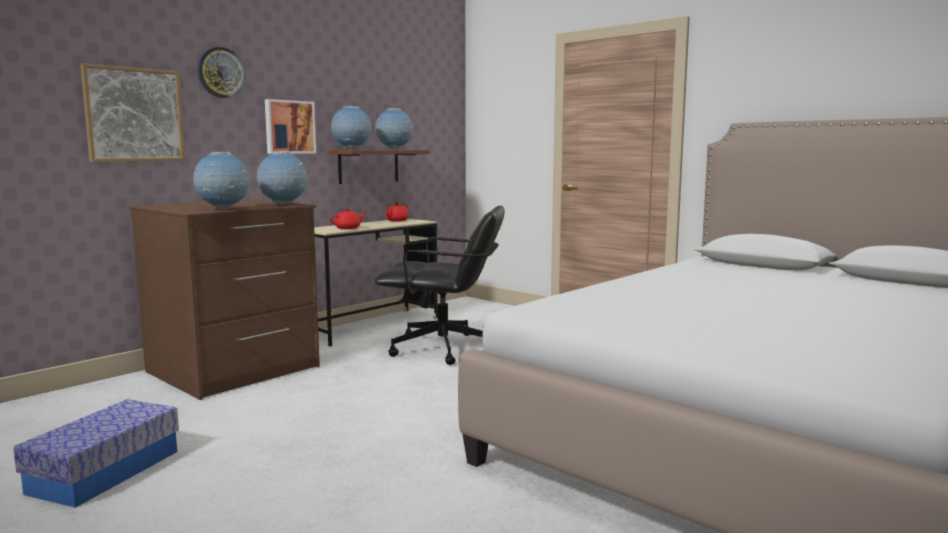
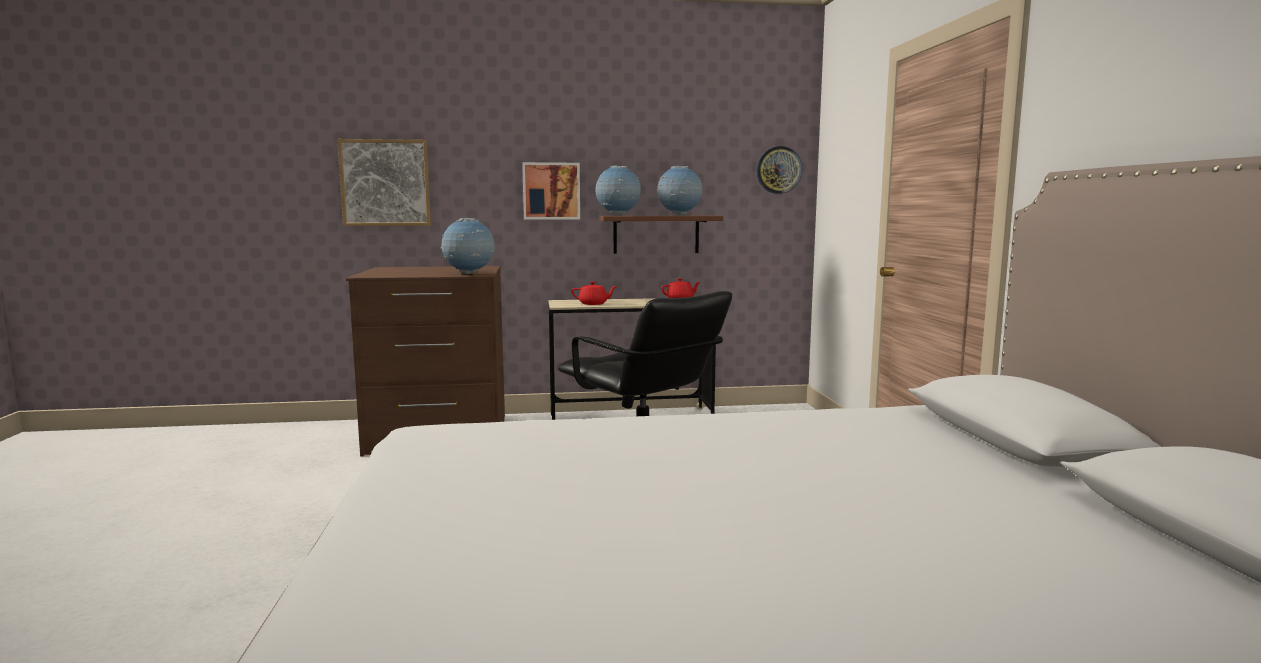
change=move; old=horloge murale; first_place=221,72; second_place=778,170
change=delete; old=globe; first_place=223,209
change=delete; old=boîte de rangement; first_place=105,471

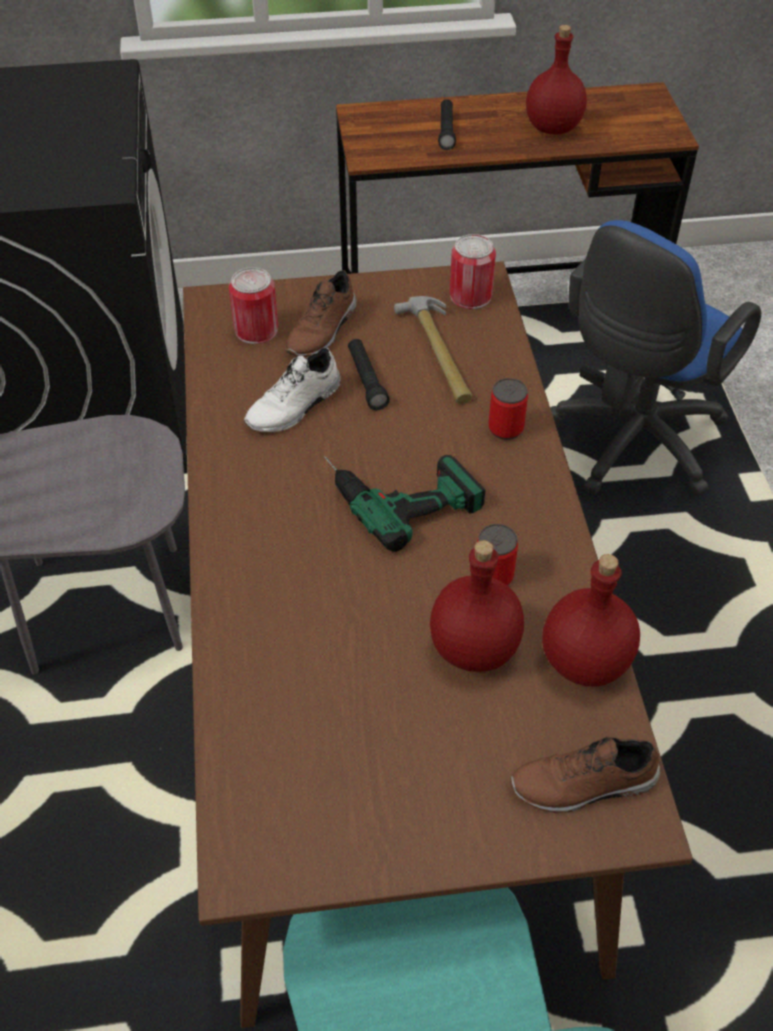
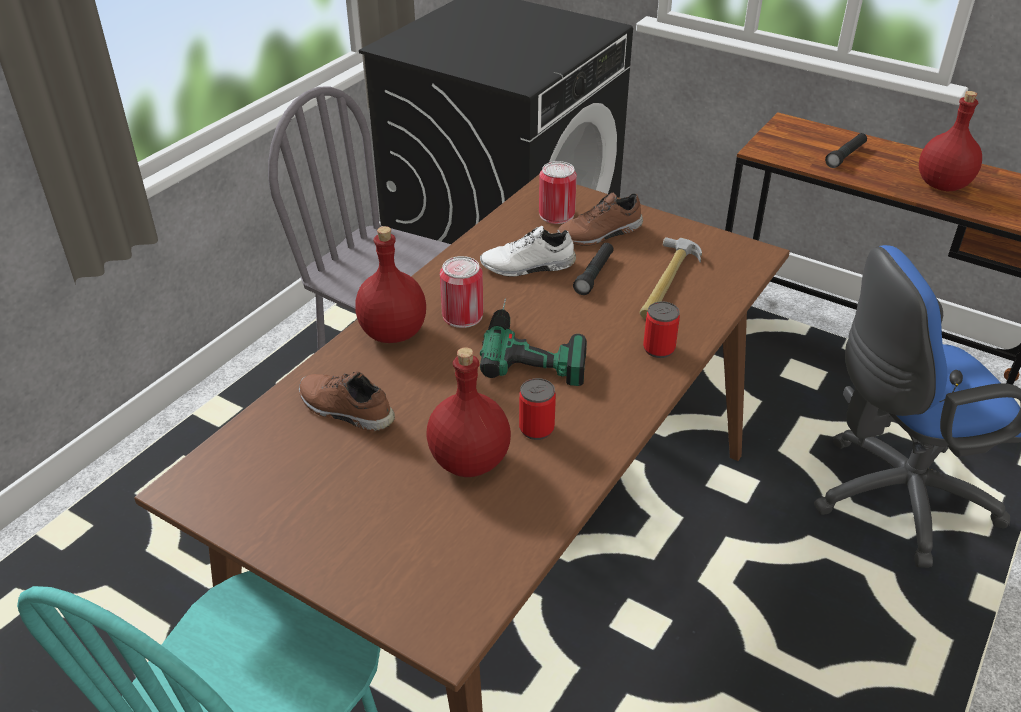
change=move; old=boîte métallique; first_place=470,296; second_place=462,315
change=move; old=bouteille/rouge; first_place=586,661; second_place=394,333
change=move; old=chaussure/marron; first_place=583,786; second_place=344,410

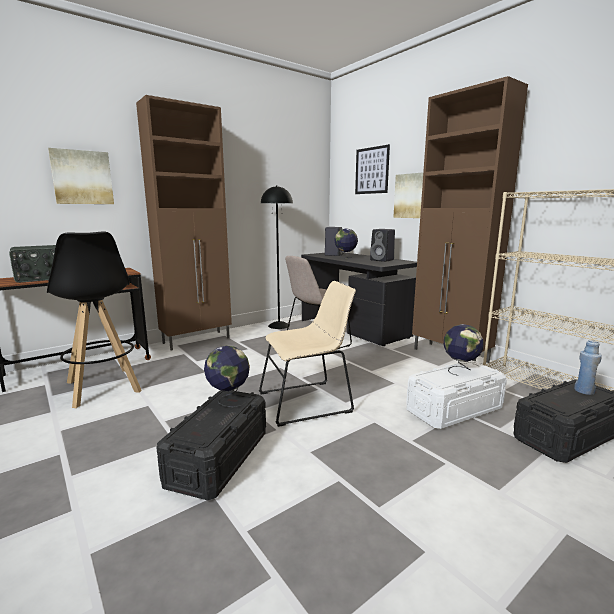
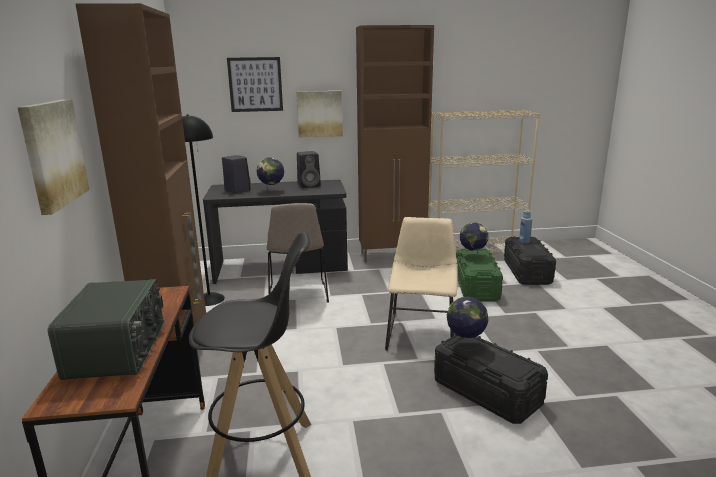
change=recolor; old=boîte de rangement/blanc; new=boîte de rangement/vert; first_place=454,409; second_place=476,287

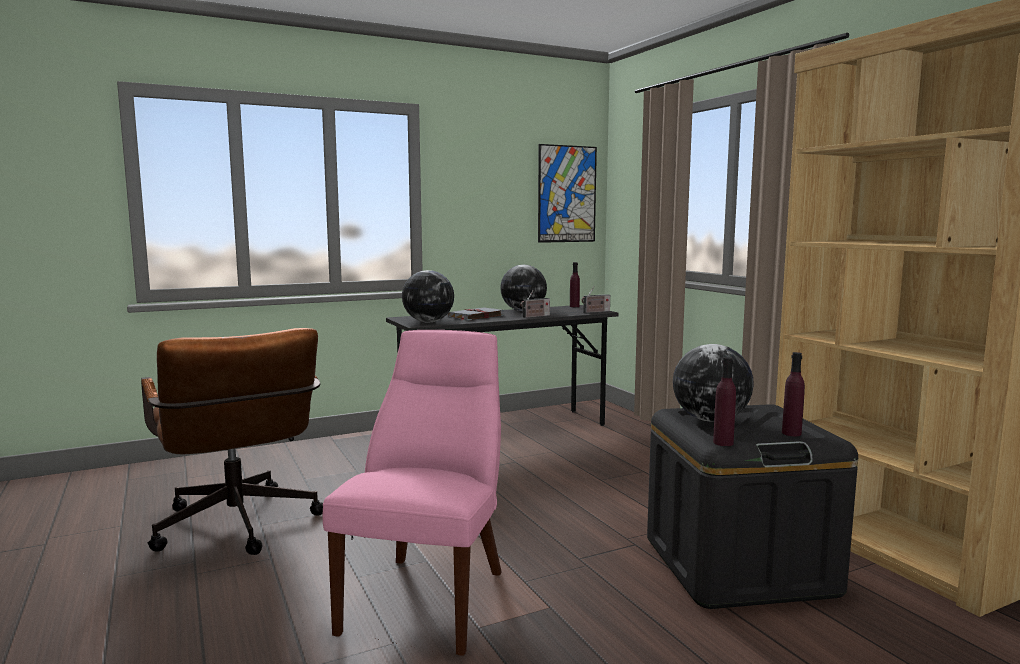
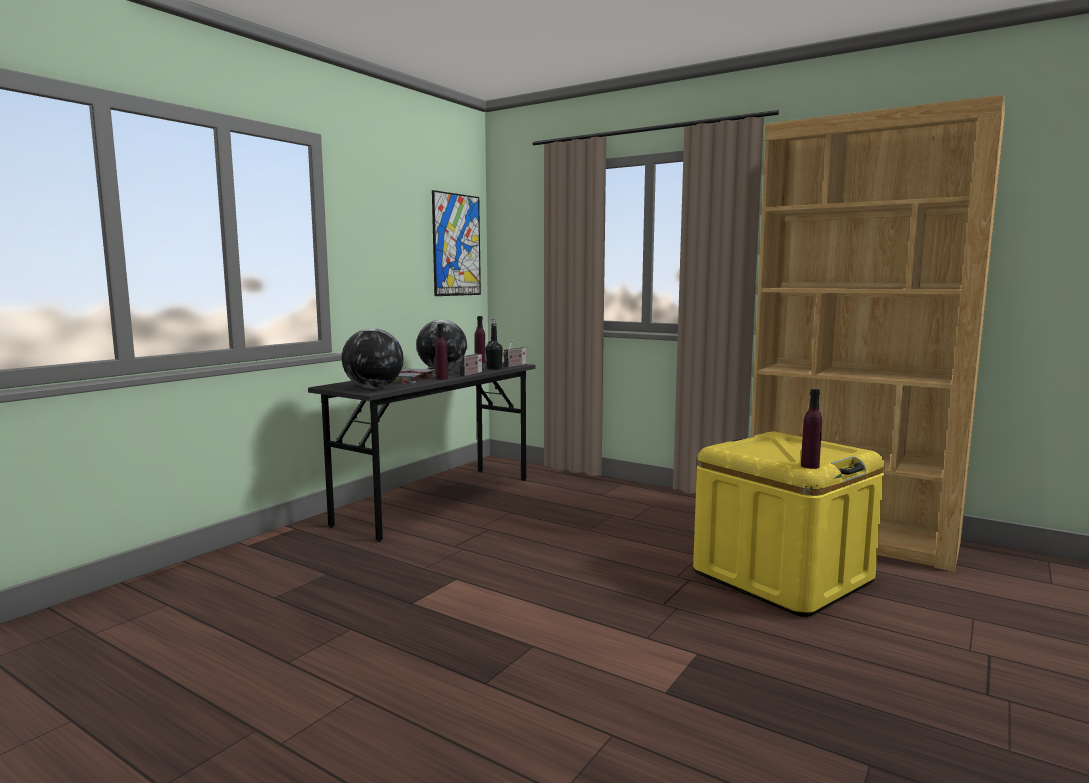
change=delete; old=chaise de bureau/marron; first_place=239,529
change=delete; old=chaise/rose; first_place=429,596
change=delete; old=globe; first_place=710,420
change=move; old=bouteille/violet; first_place=791,433; second_place=441,378
change=recolor; old=boîte de rangement/noir; new=boîte de rangement/jaune; first_place=738,566; second_place=782,576
change=insert; new=bouteille/noir; second_place=494,369

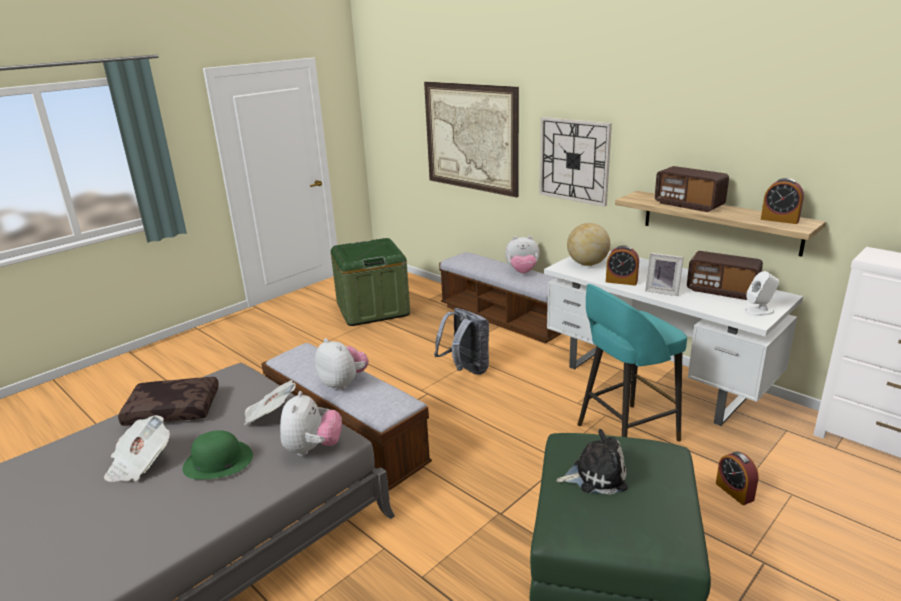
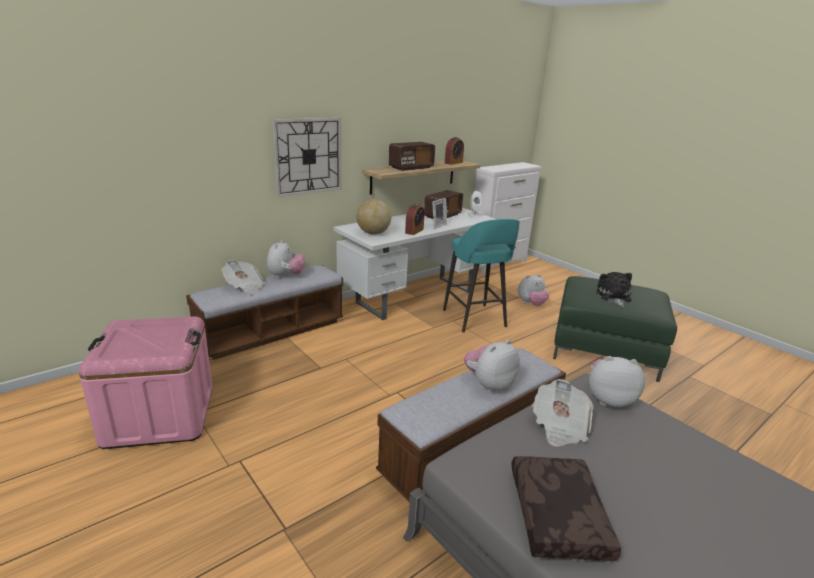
change=delete; old=tableau; first_place=470,137
change=recolor; old=boîte de rangement/vert; new=boîte de rangement/rose; first_place=373,309; second_place=160,415
change=delete; old=sac à dos/gris; first_place=466,370
change=move; old=journal; first_place=140,464; second_place=244,286
change=delete; old=chapeau/vert; first_place=217,461
change=replace; old=réveil; new=peluche; first_place=734,491; second_place=531,304

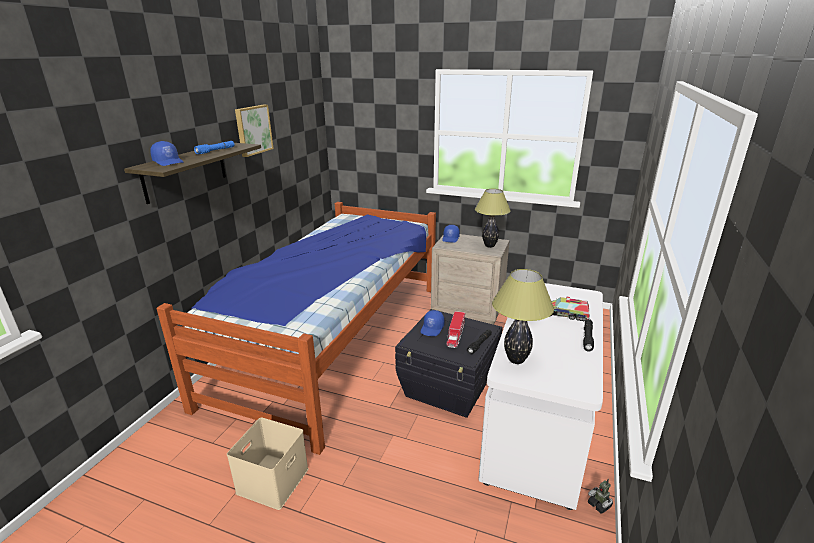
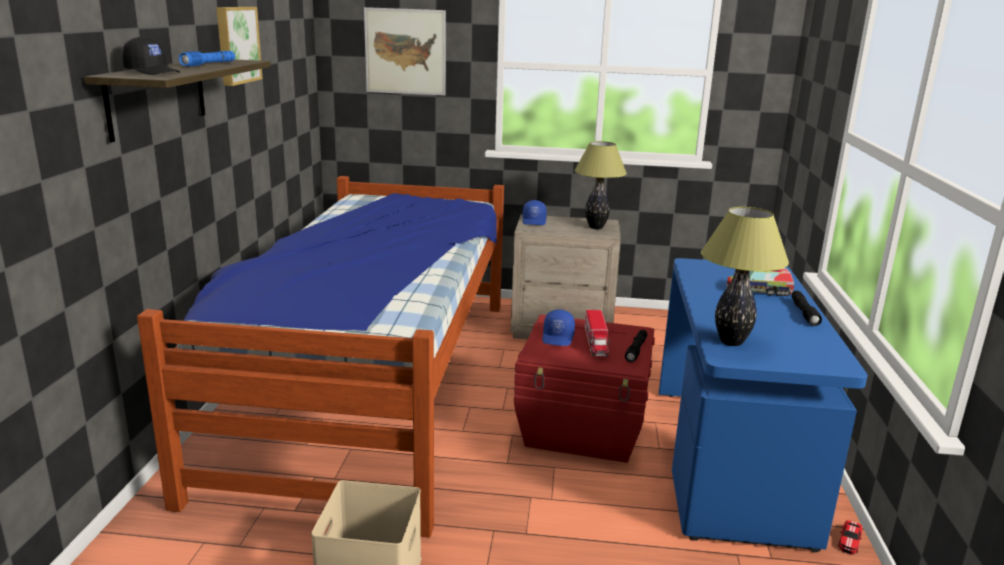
change=recolor; old=casquette/bleu; new=casquette/noir; first_place=169,162; second_place=153,72
change=recolor; old=bureau/blanc; new=bureau/bleu; first_place=539,427; second_place=730,462
change=recolor; old=boîte de rangement/noir; new=boîte de rangement/rouge; first_place=449,387; second_place=583,429
change=replace; old=robot jouet; new=petite voiture; first_place=599,505; second_place=850,541
change=insert; new=tableau; second_place=405,51

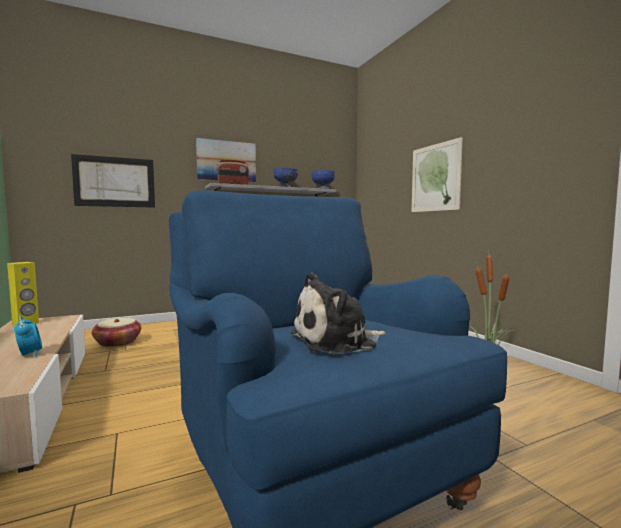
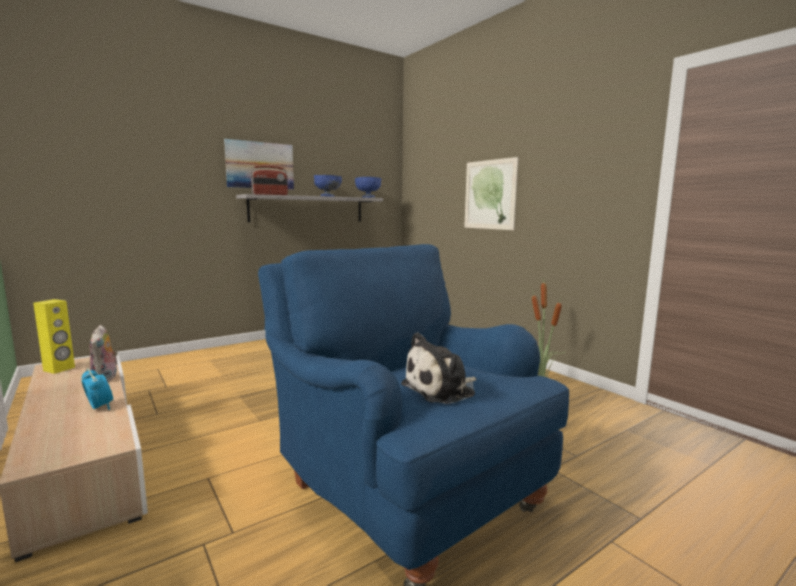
change=delete; old=tableau; first_place=115,182
change=delete; old=panier; first_place=117,343
change=insert; new=peluche; second_place=106,379

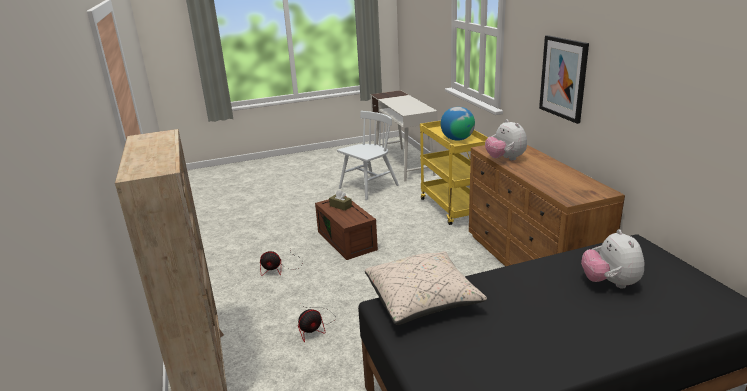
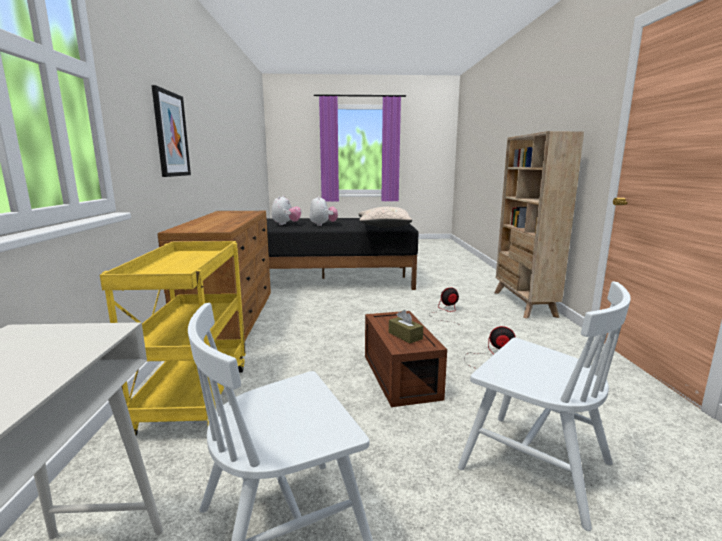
change=delete; old=globe; first_place=457,139
change=move; old=peluche; first_place=505,159; second_place=323,225
change=insert; new=chaise/blanc; second_place=534,465

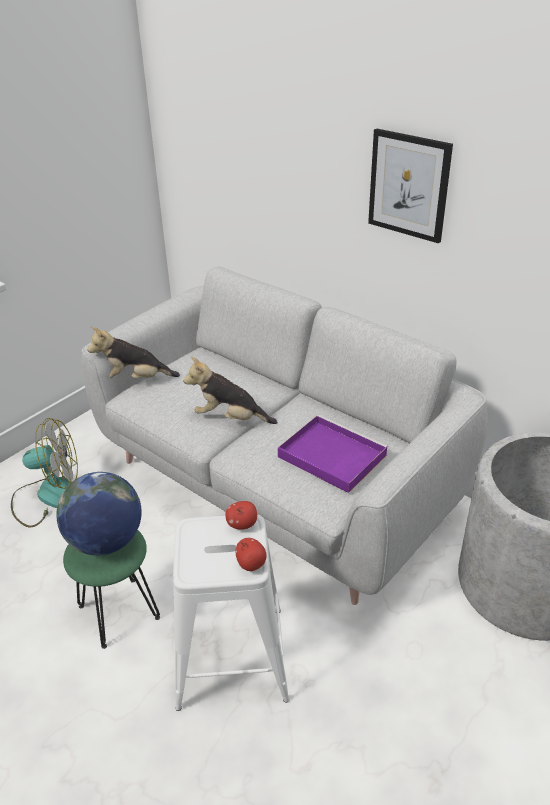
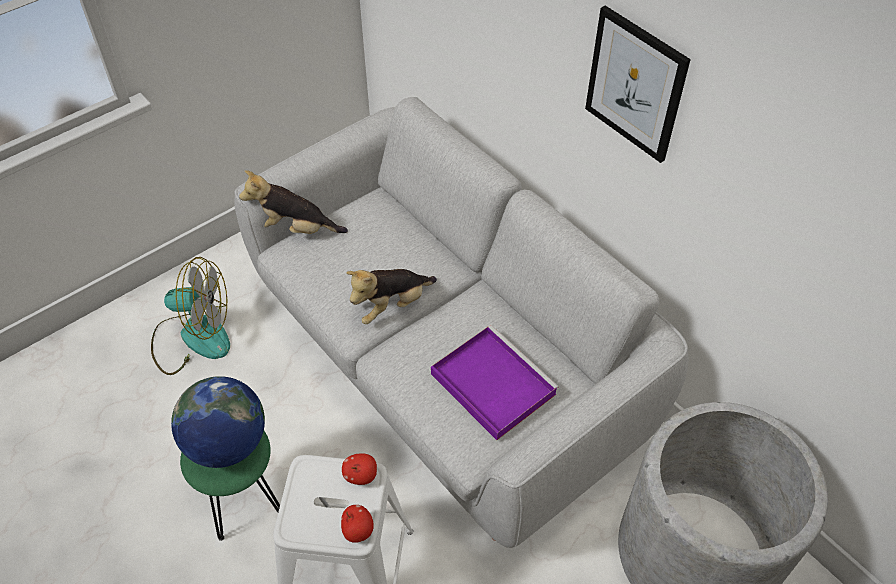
change=rotate; old=peluche; first_place=230,418; second_place=391,305; degrees=-60

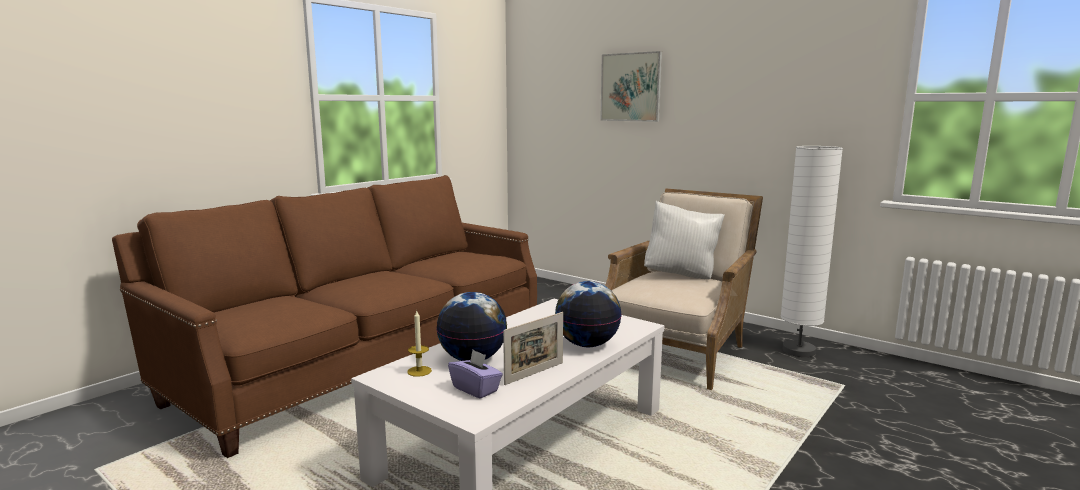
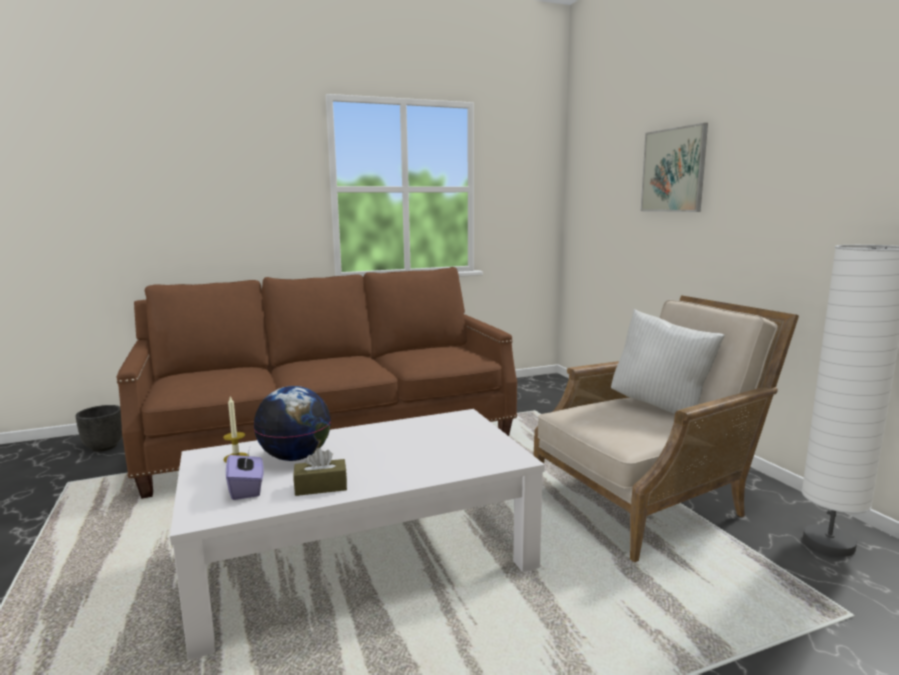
change=delete; old=globe; first_place=587,344
change=replace; old=cadre photo; new=boîte à mouchoirs/marron; first_place=534,373; second_place=321,487
change=insert; new=cache-pot/noir; second_place=104,447

